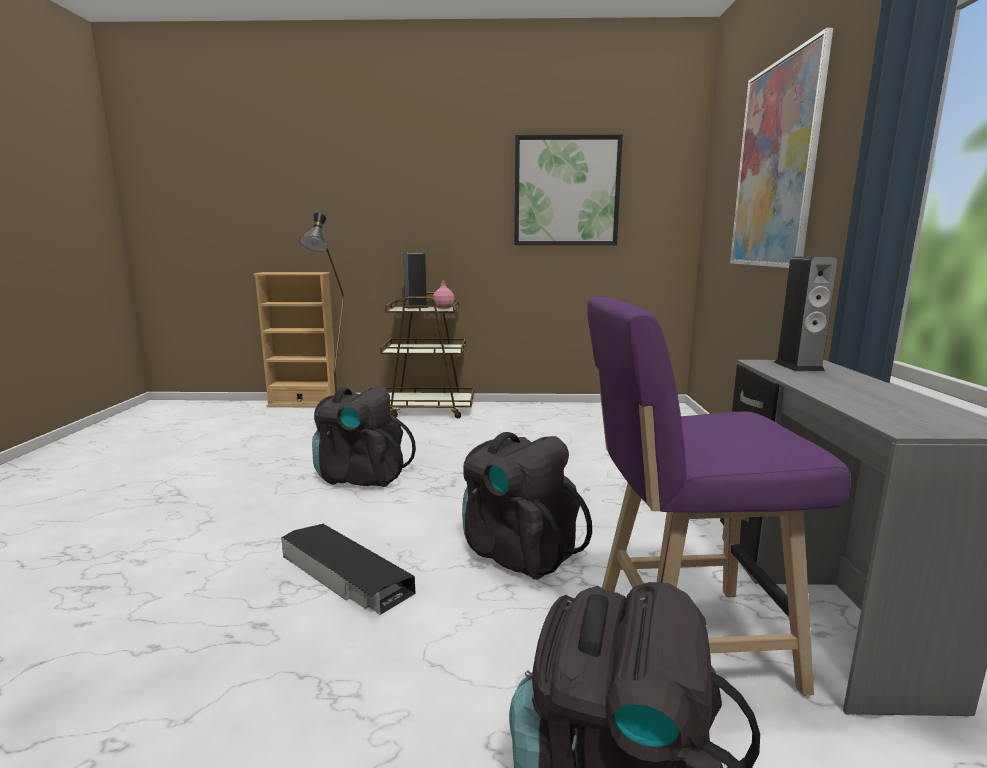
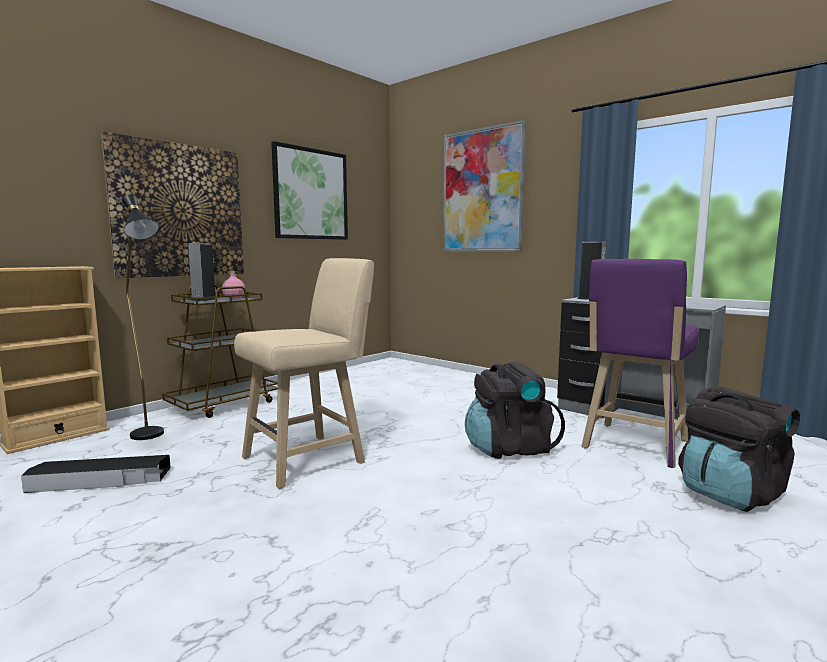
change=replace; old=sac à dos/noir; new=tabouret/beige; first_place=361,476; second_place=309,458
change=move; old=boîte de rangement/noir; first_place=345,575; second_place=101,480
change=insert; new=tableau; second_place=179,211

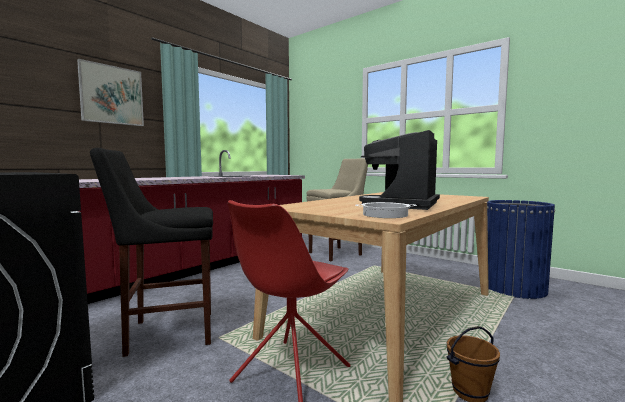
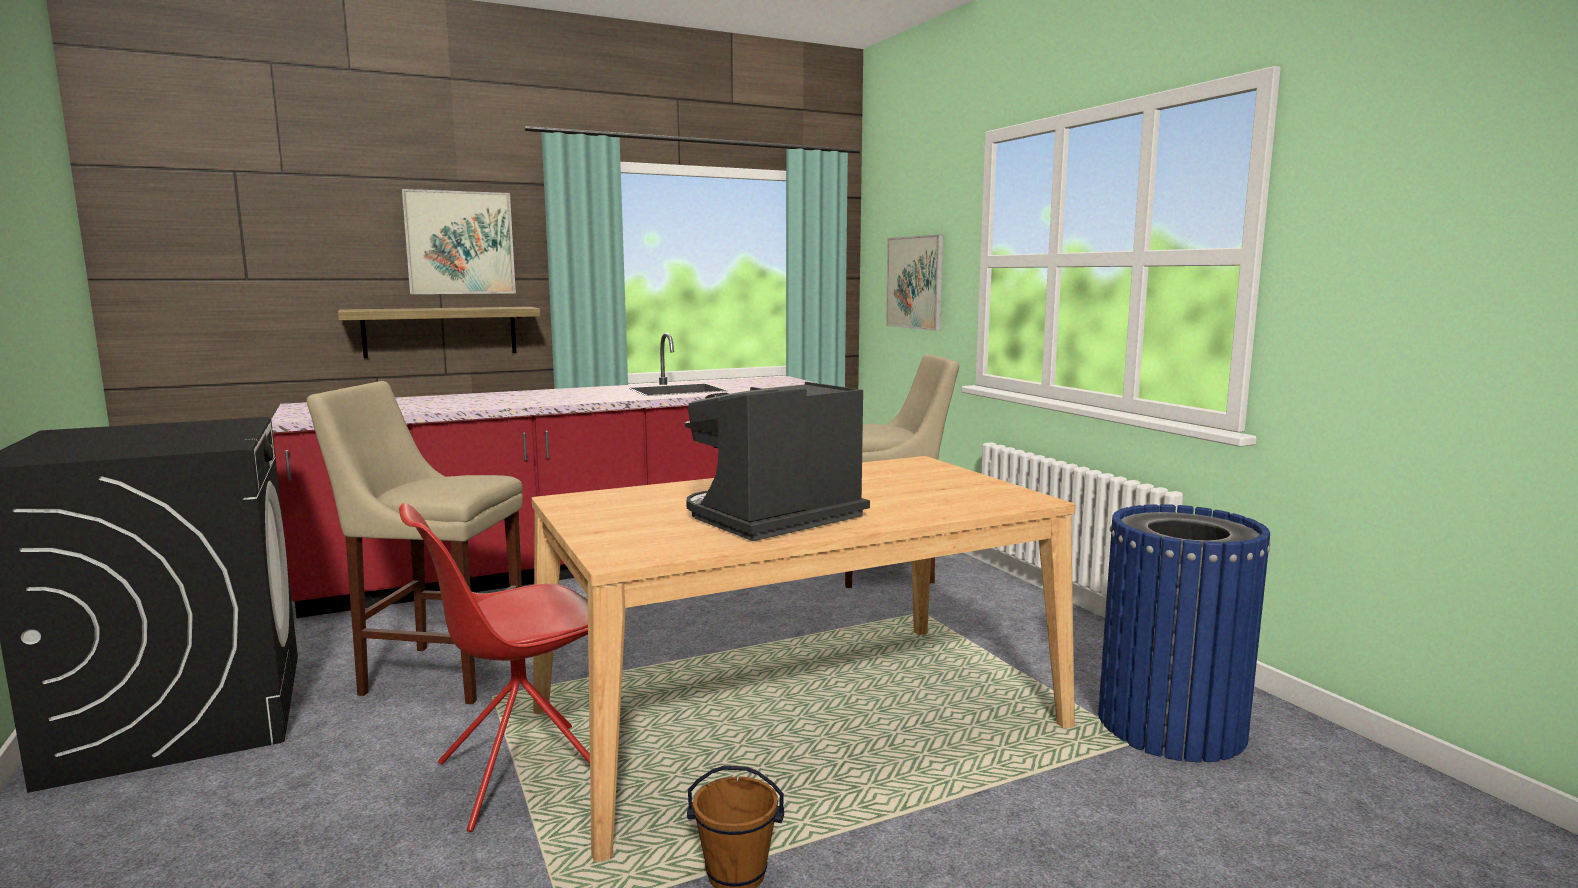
change=recolor; old=tabouret/noir; new=tabouret/beige; first_place=166,332; second_place=437,673
change=delete; old=marmite; first_place=385,215
change=insert; new=tableau; second_place=915,282
change=insert; new=étagère; second_place=440,331

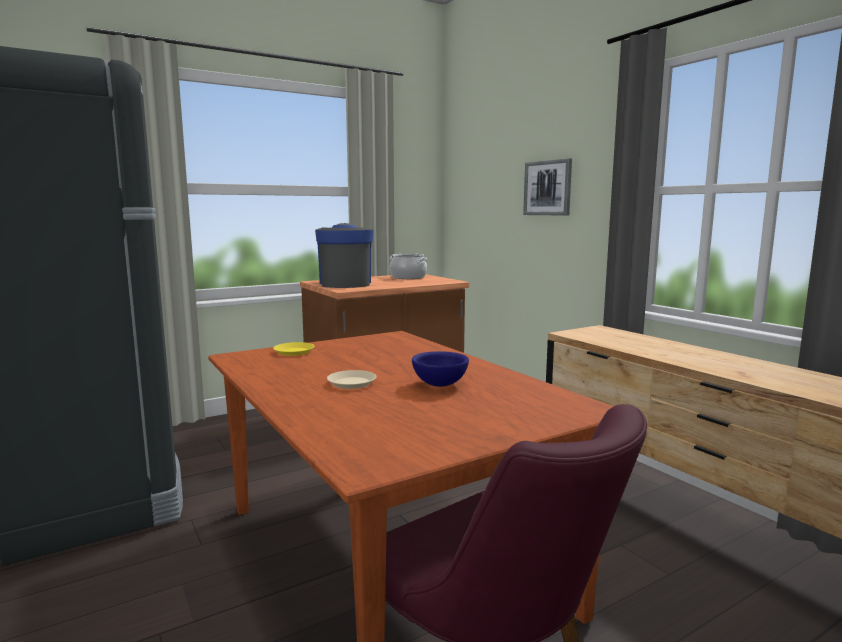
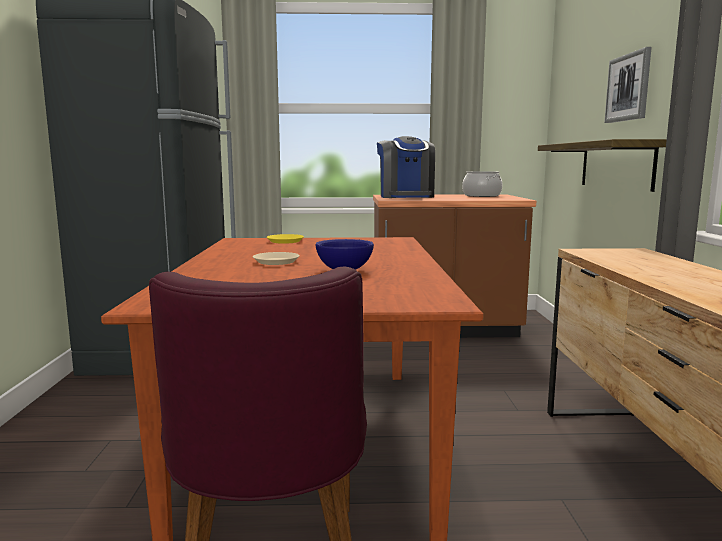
change=rotate; old=machine à café; first_place=345,283; second_place=406,196; degrees=150
change=insert; new=étagère; second_place=616,165

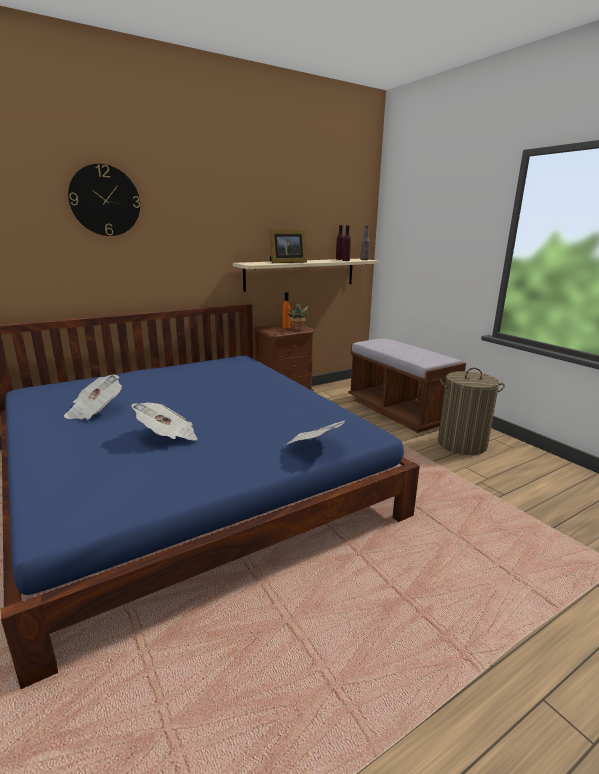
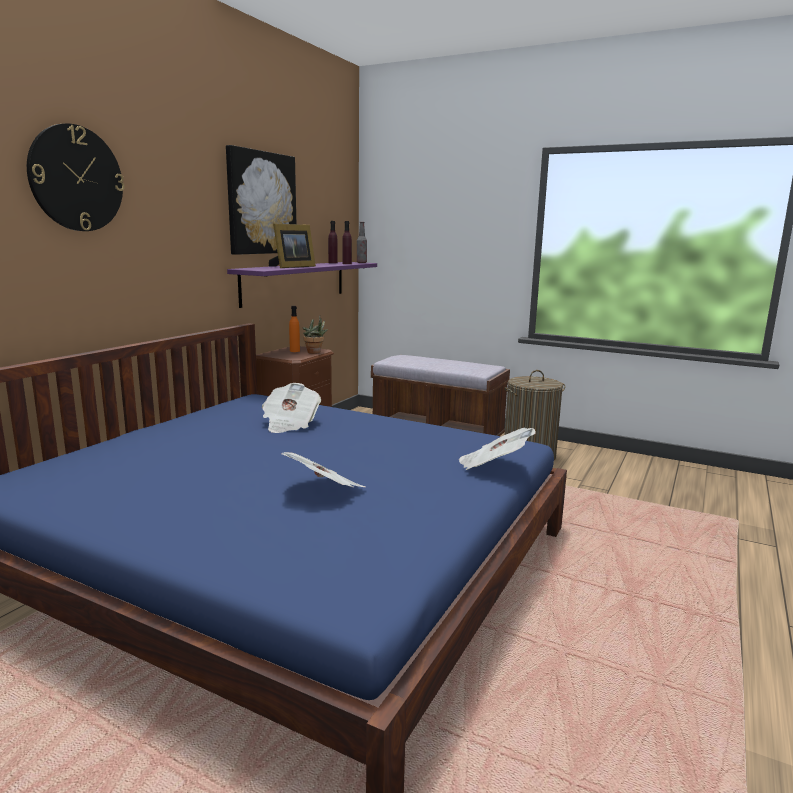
change=recolor; old=étagère/beige; new=étagère/violet; first_place=301,274; second_place=295,282
change=move; old=journal; first_place=95,411; second_place=290,424
change=insert; new=tableau; second_place=261,203

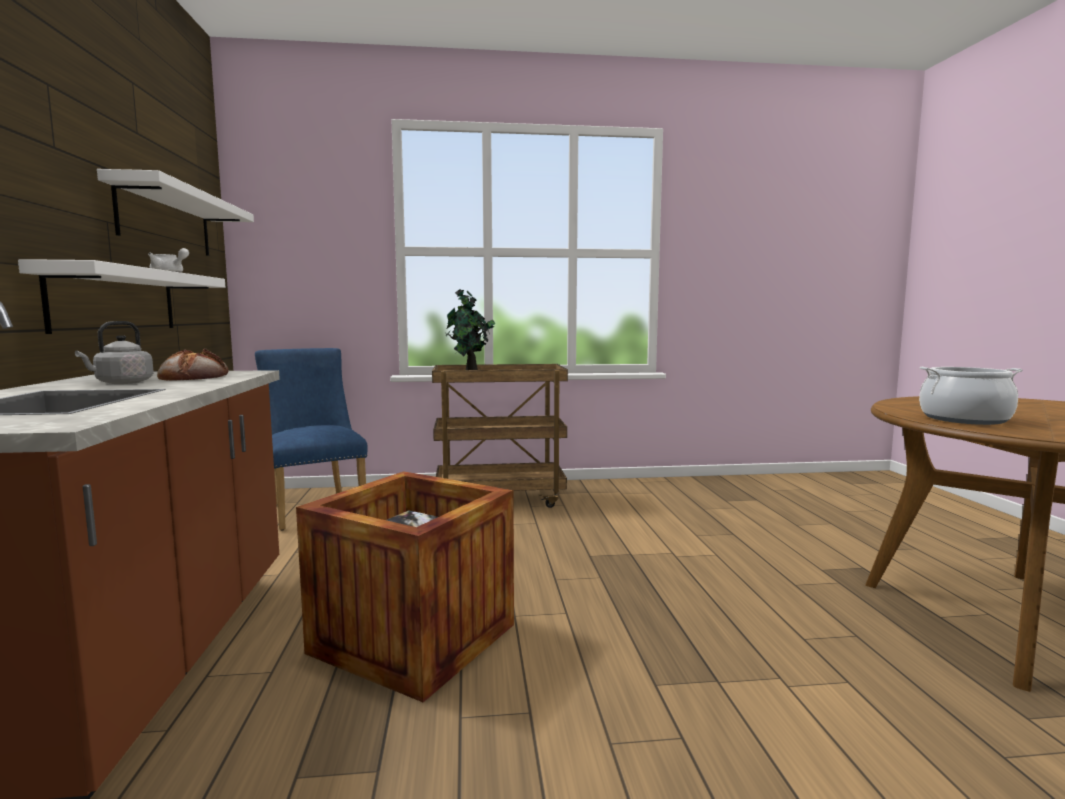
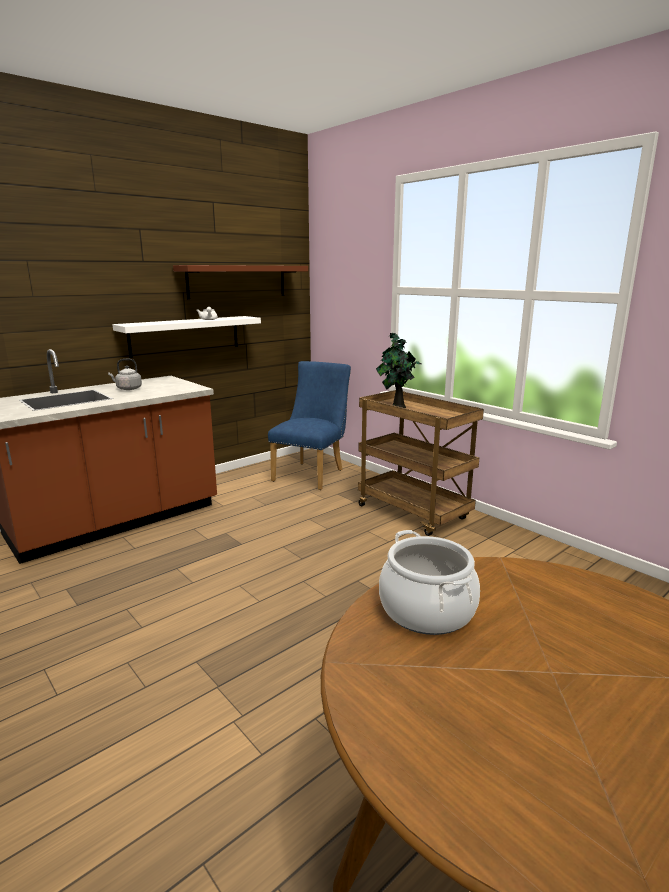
change=recolor; old=étagère/blanc; new=étagère/marron; first_place=166,221; second_place=237,281
change=delete; old=pain; first_place=194,377
change=delete; old=caisse; first_place=413,638

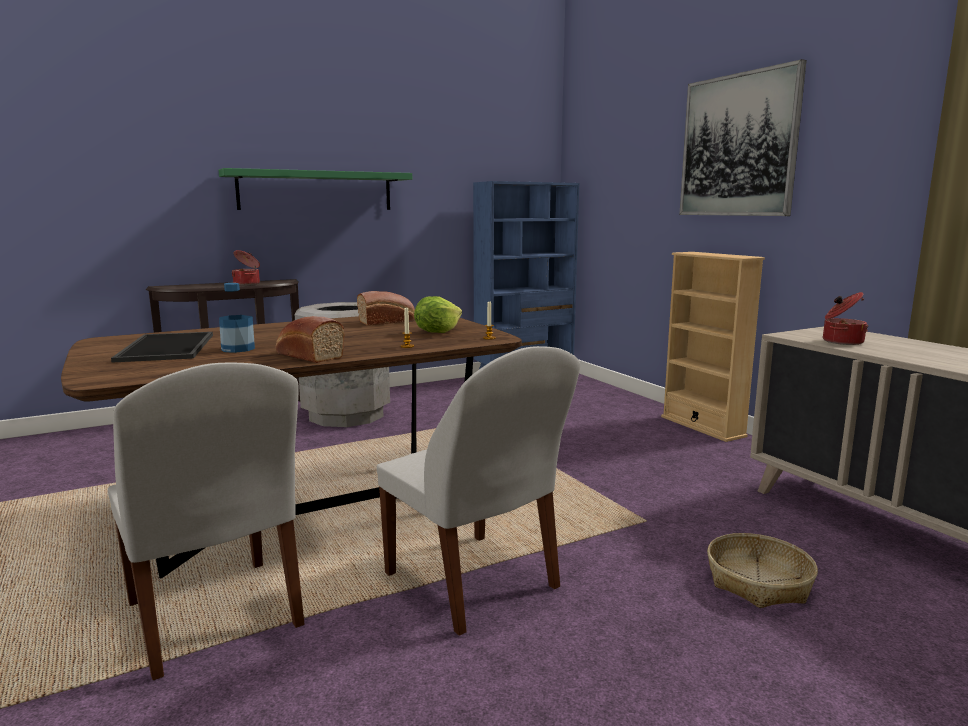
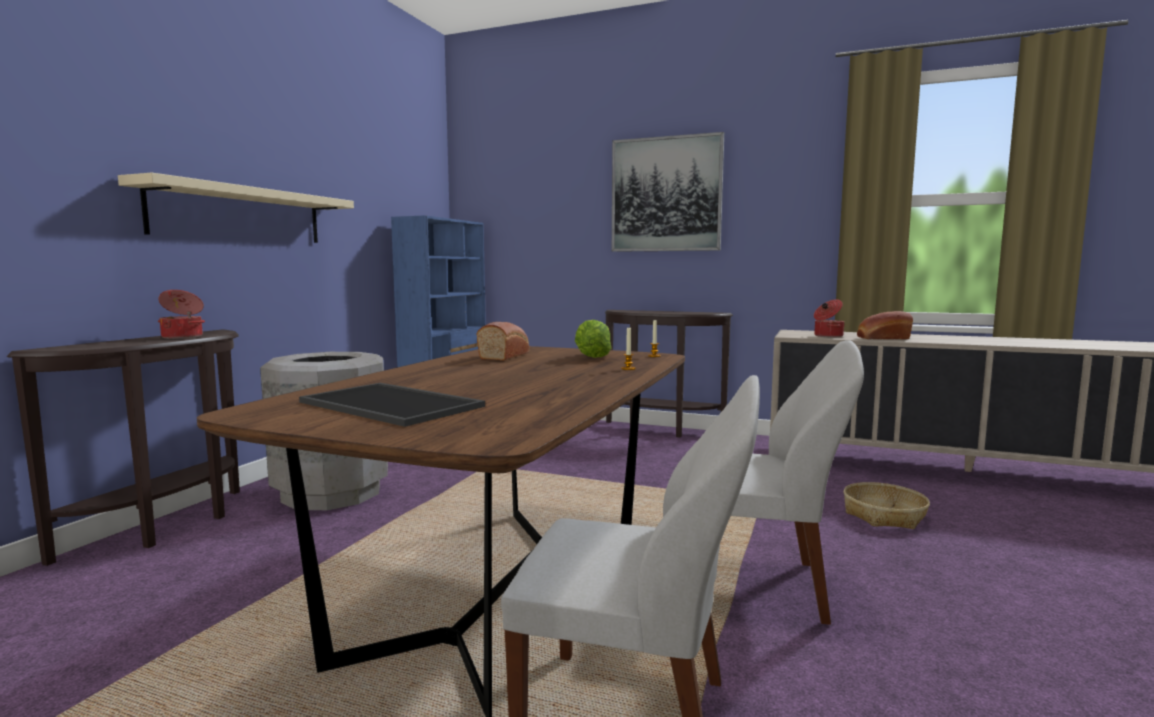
change=recolor; old=étagère/vert; new=étagère/beige; first_place=316,191; second_place=241,215
change=replace; old=bibliothèque/beige; new=table console/marron; first_place=702,426; second_place=660,430
change=delete; old=bouteille; first_place=238,349
change=move; old=pain; first_place=307,355; second_place=882,338

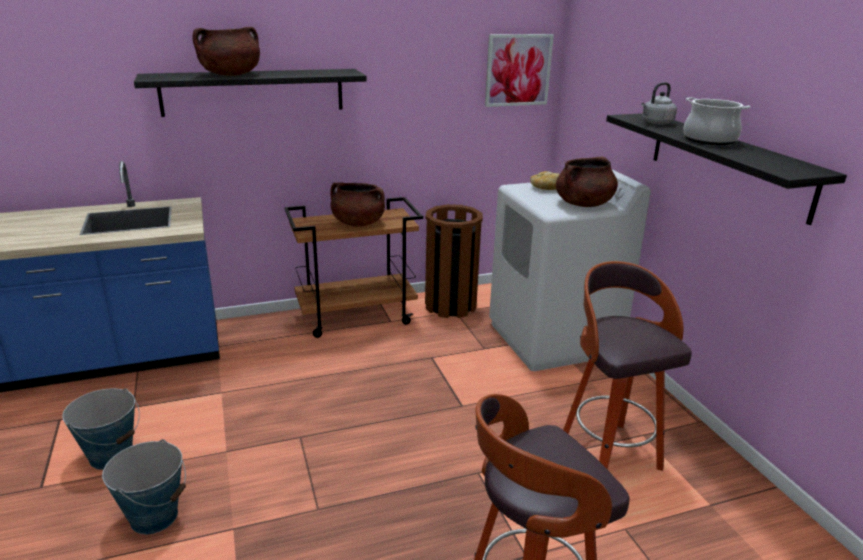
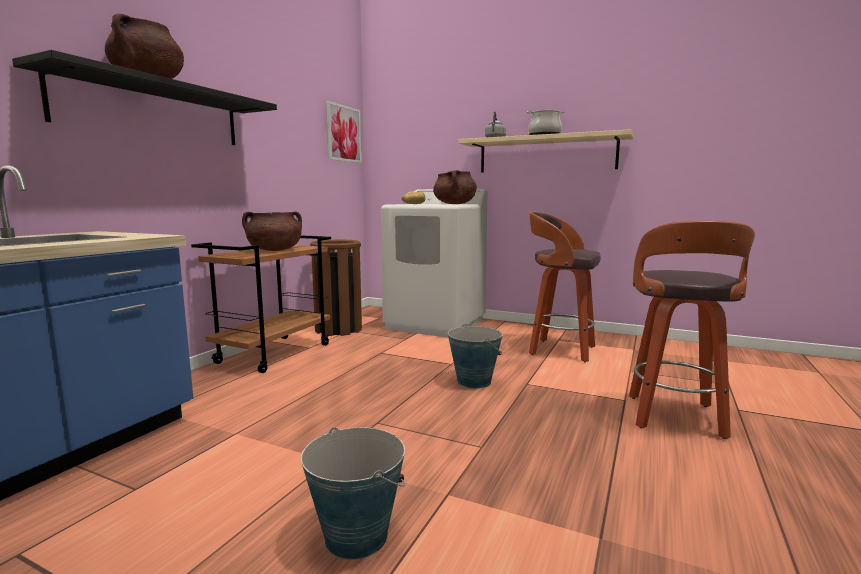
change=recolor; old=étagère/noir; new=étagère/beige; first_place=727,163; second_place=546,155
change=move; old=seau; first_place=111,455; second_place=474,381

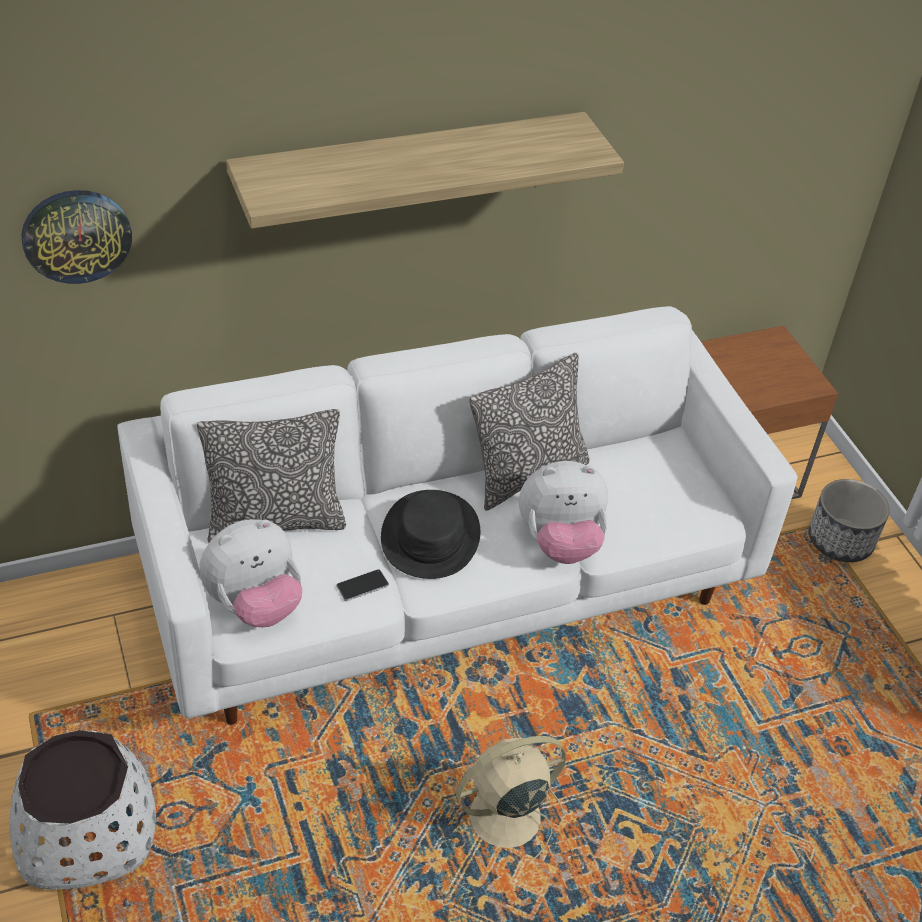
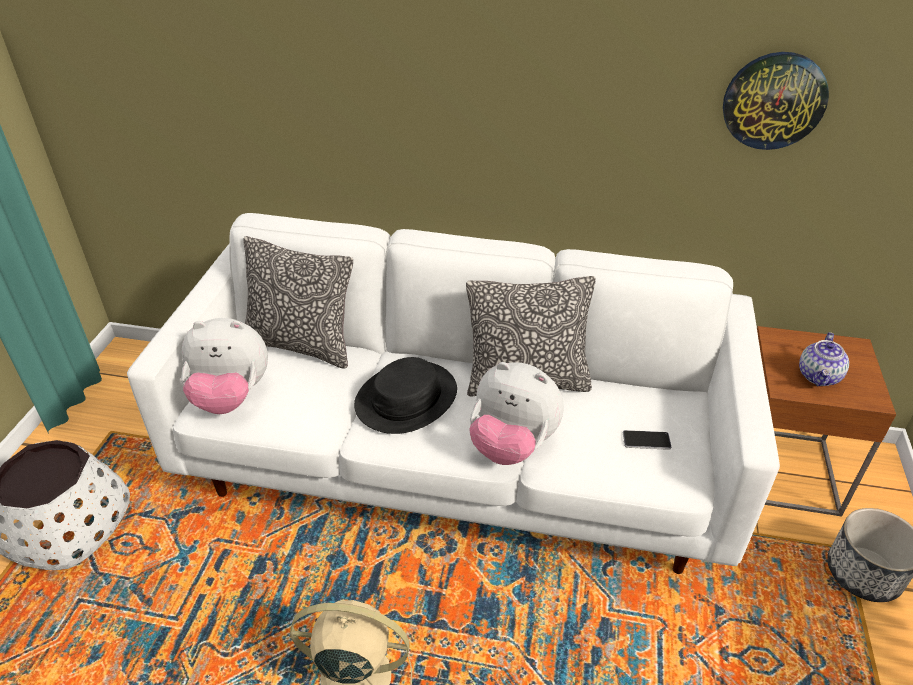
change=delete; old=étagère; first_place=410,169
change=move; old=horloge murale; first_place=76,235; second_place=774,101
change=move; old=téléphone; first_place=362,586; second_place=646,441
change=insert; new=théière; second_place=819,376

